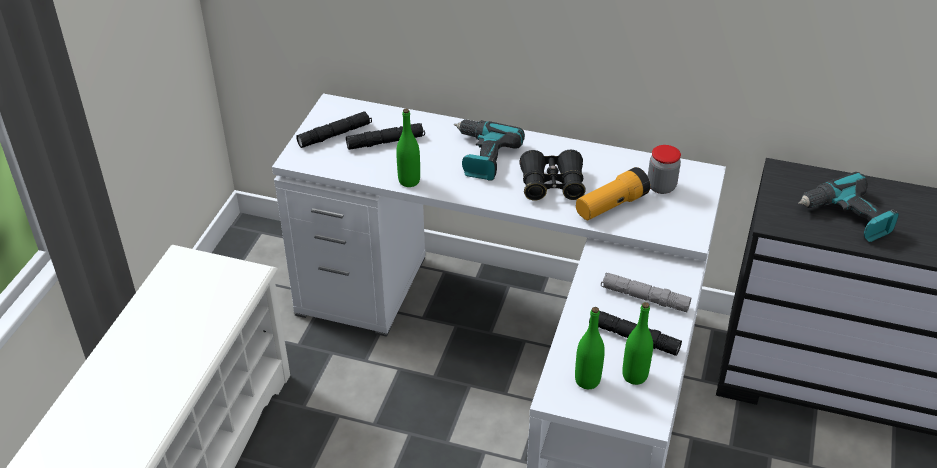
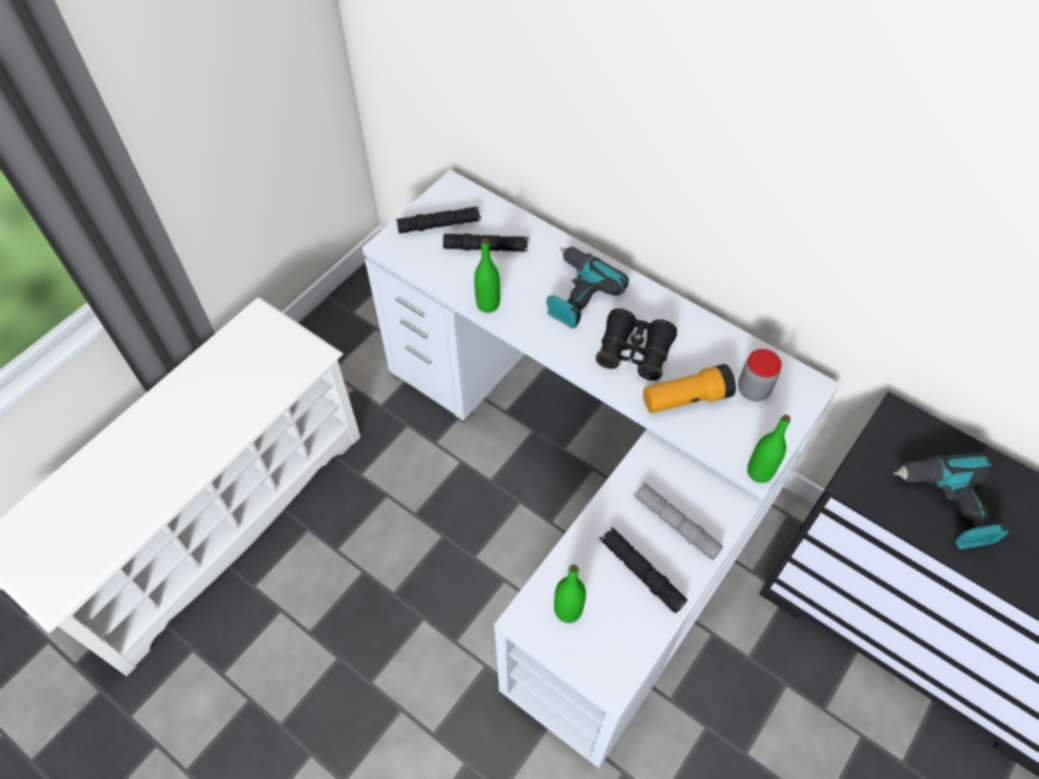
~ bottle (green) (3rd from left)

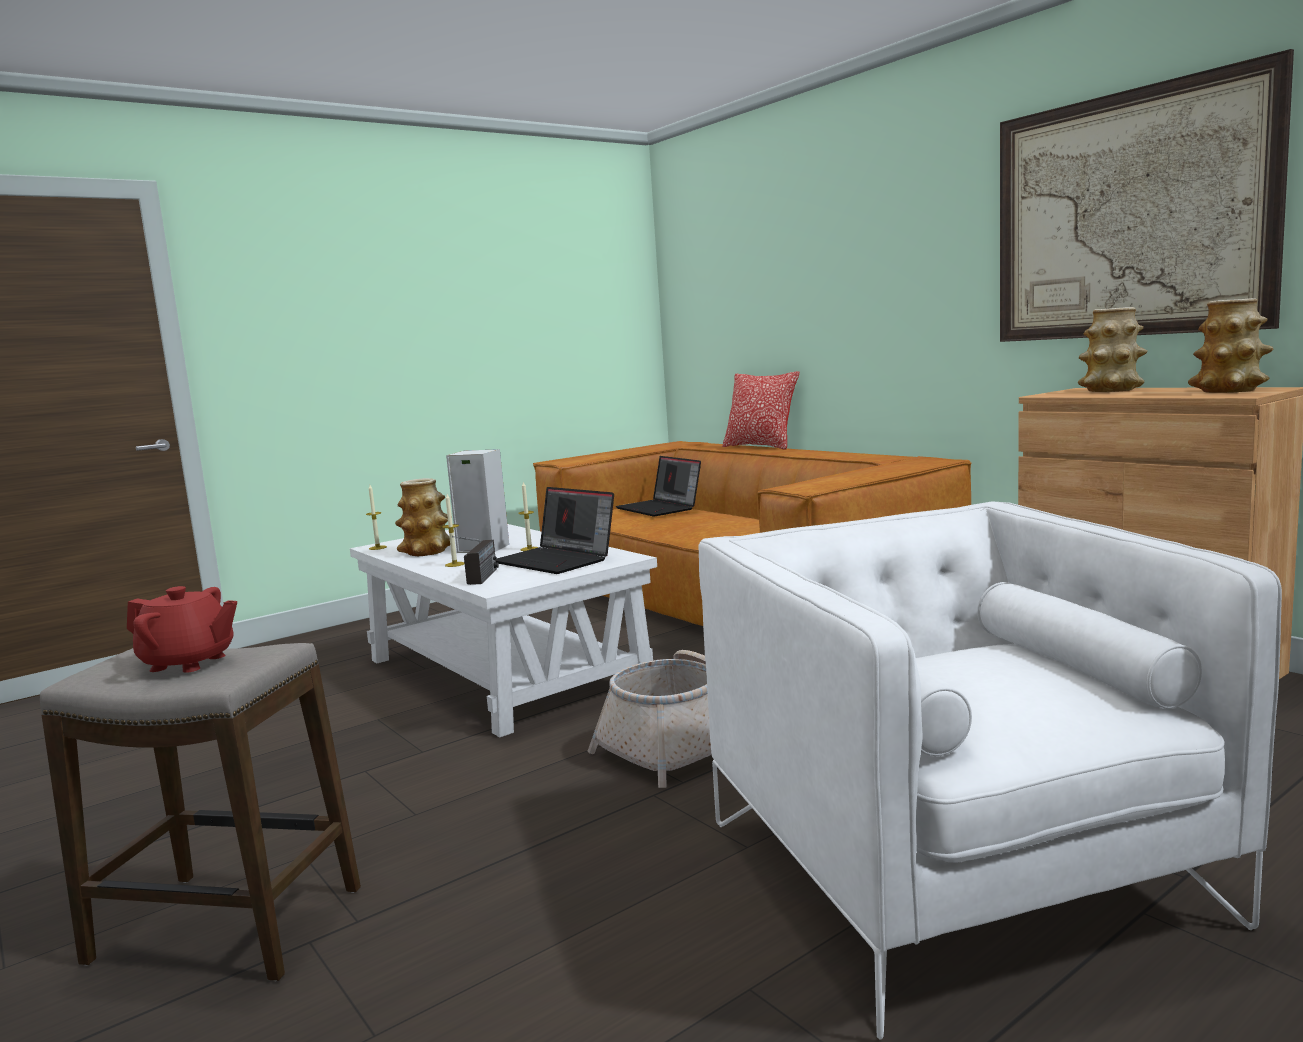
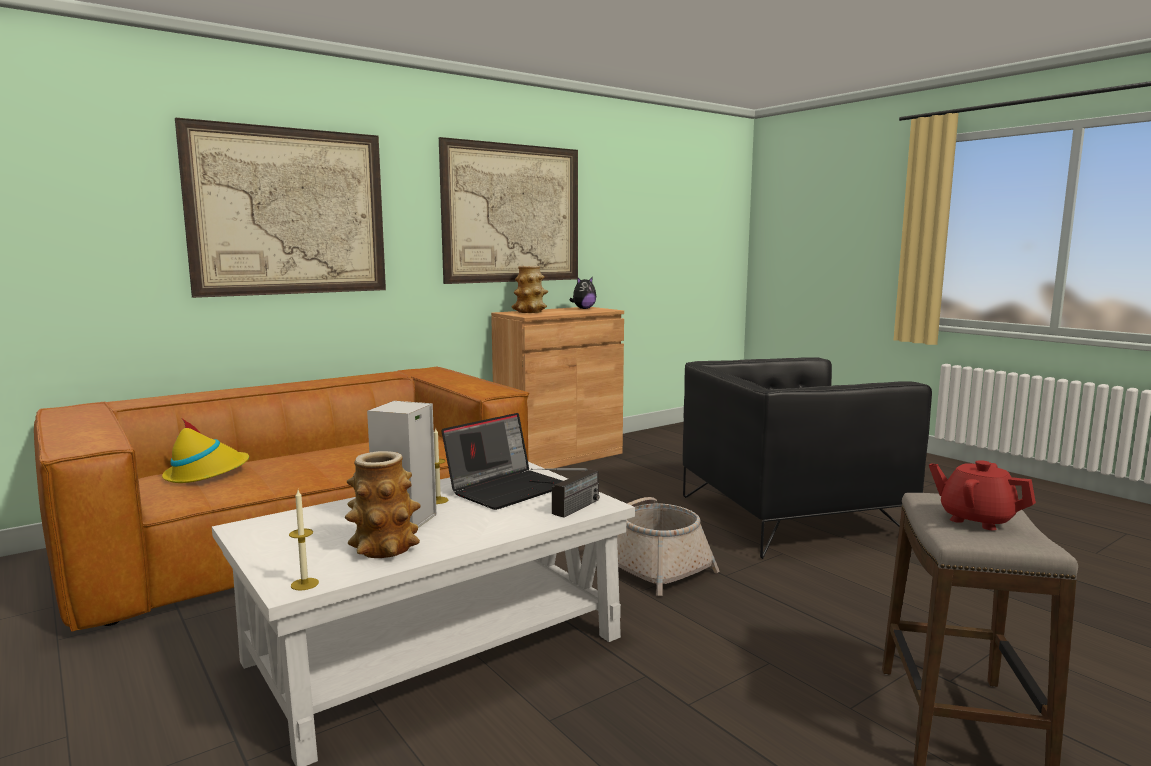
~ teapot (red) 60 degrees counterclockwise
- candle (2nd from left)
~ radio 120 degrees clockwise
~ laptop (2nd from left) to hat (yellow)
~ armchair (white) to armchair (black)
- pillow
~ vase (3rd from left) to plush toy
+ picture (1st from left)

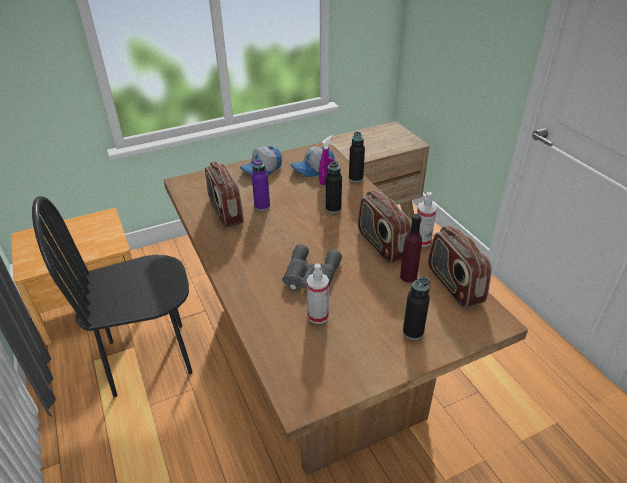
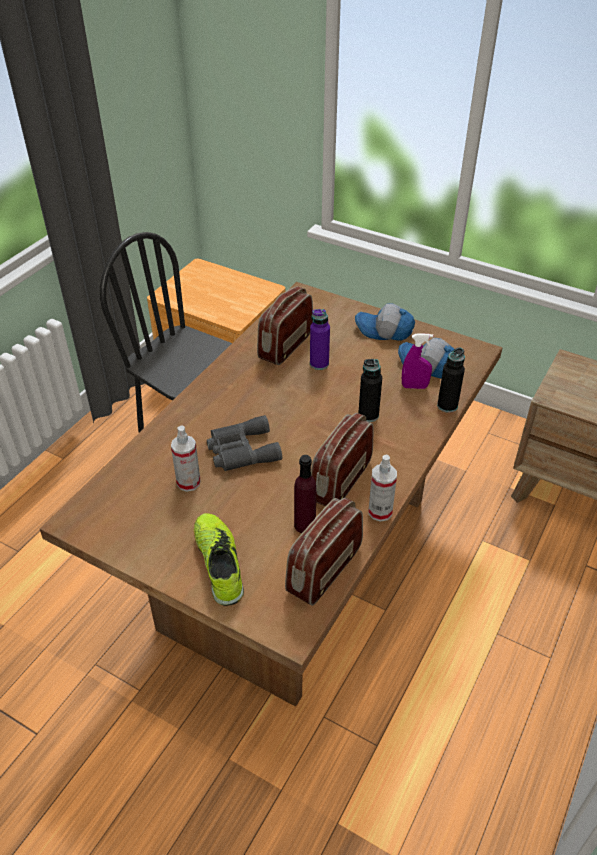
~ bottle (black) (3rd from left) to shoe

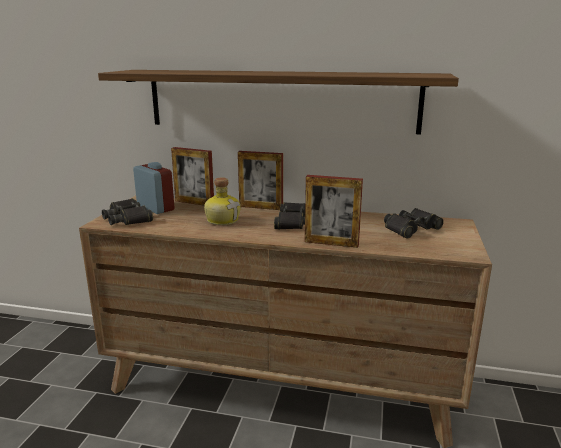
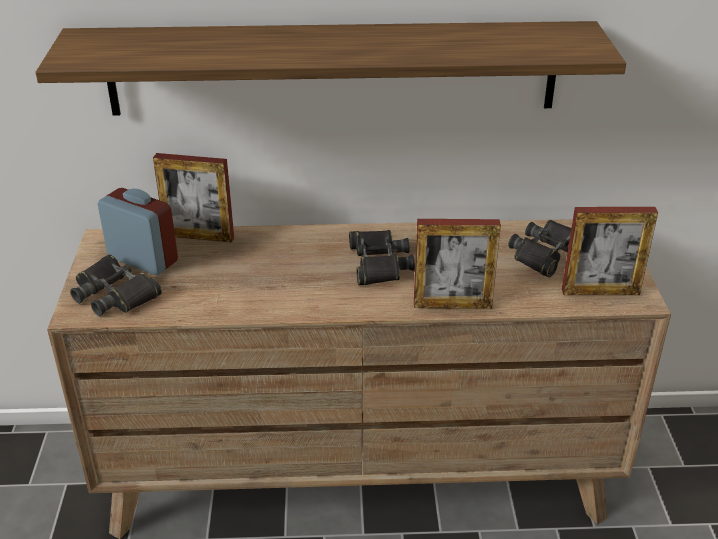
- bottle
~ picture frame (2nd from left in the first image) to picture frame (3rd from left)

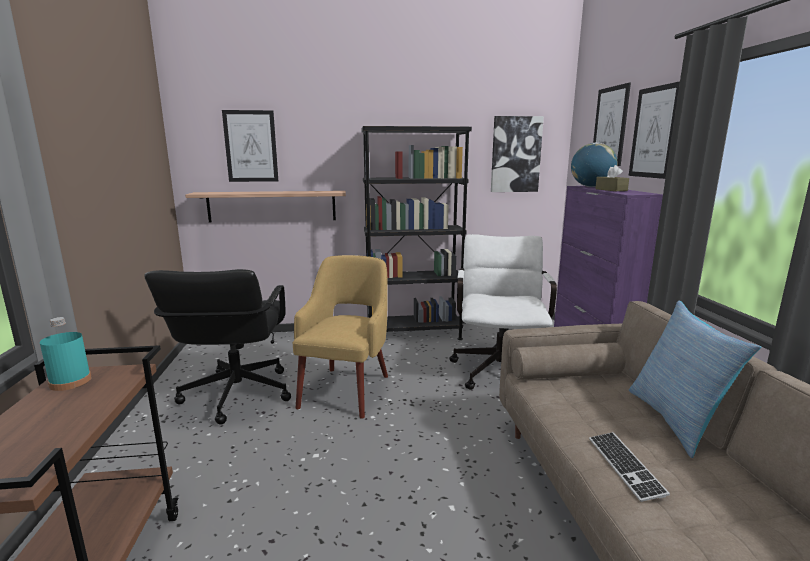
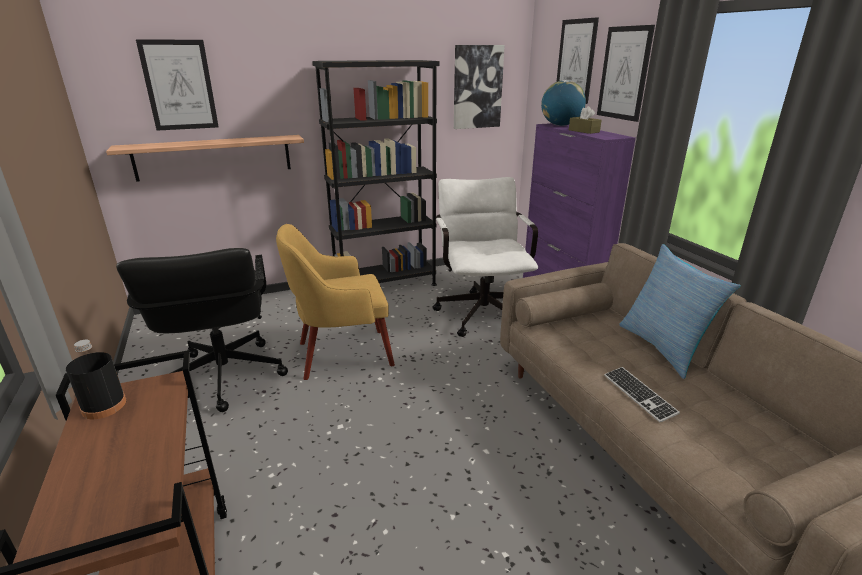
~ bottle (turquoise) to bottle (black)
~ armchair (yellow) 105 degrees counterclockwise

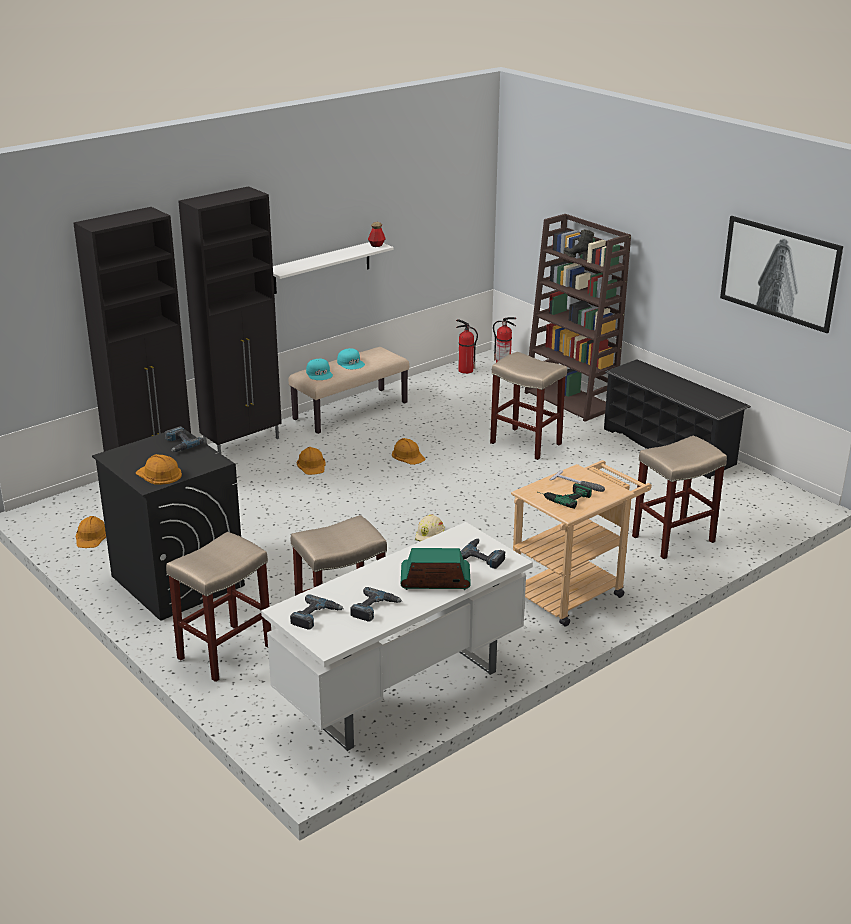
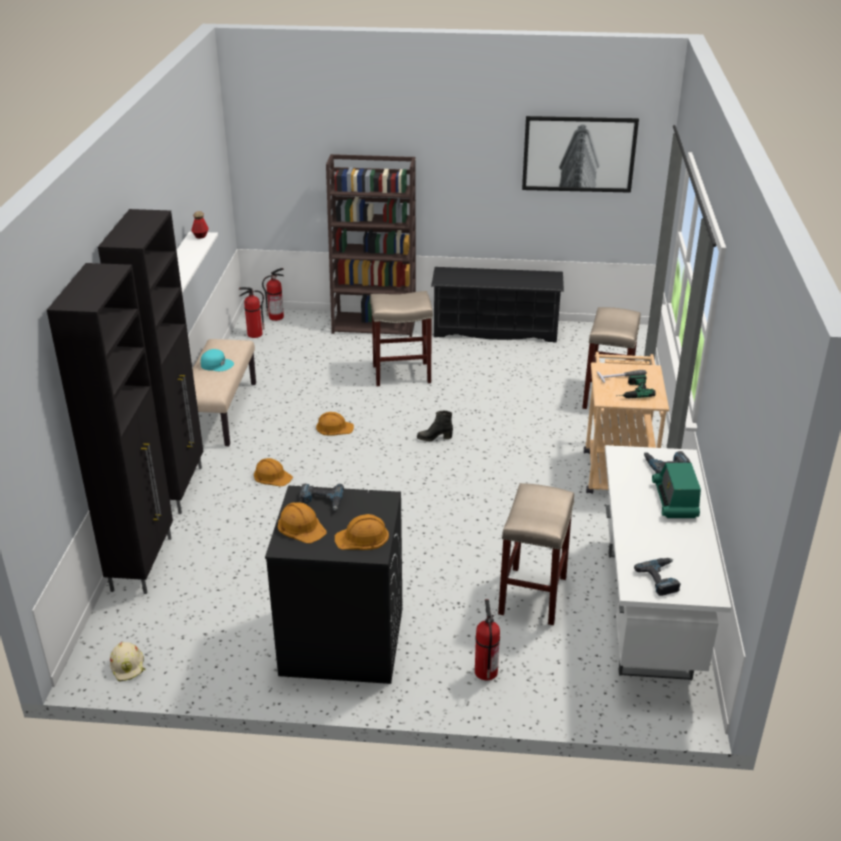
~ hard hat (orange) (1st from left in the first image) to hard hat (orange) (2nd from left)
~ stool (beige) (1st from left) to fire extinguisher (3rd from left)
- cap (turquoise) (1st from left)
- power drill (3rd from left)
~ radio 45 degrees counterclockwise
~ hard hat (beige)
~ boot (black)

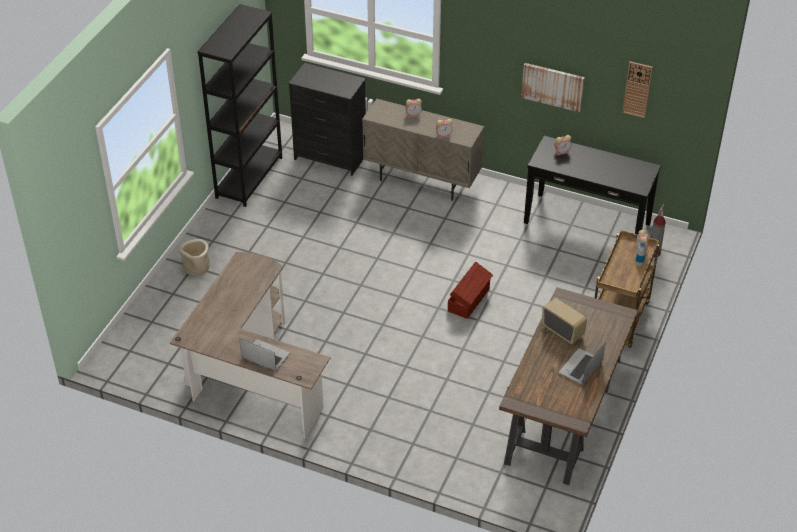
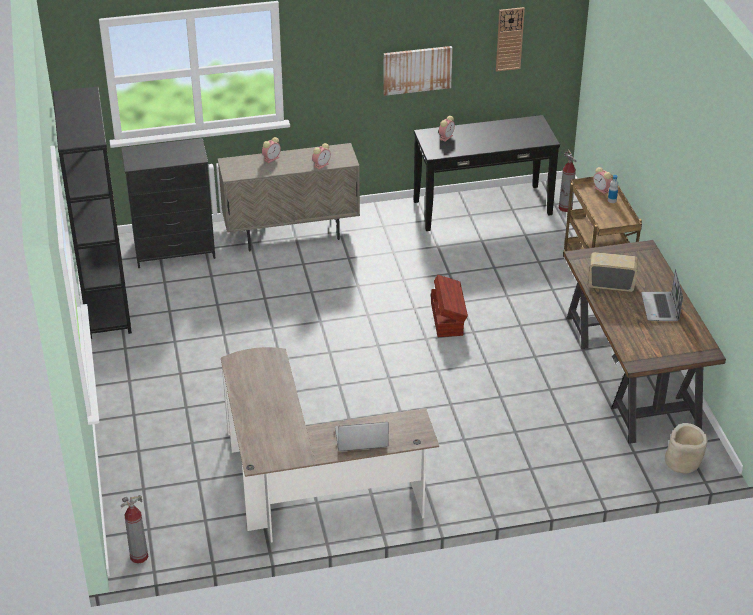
~ planter (beige)
+ fire extinguisher (1st from left)

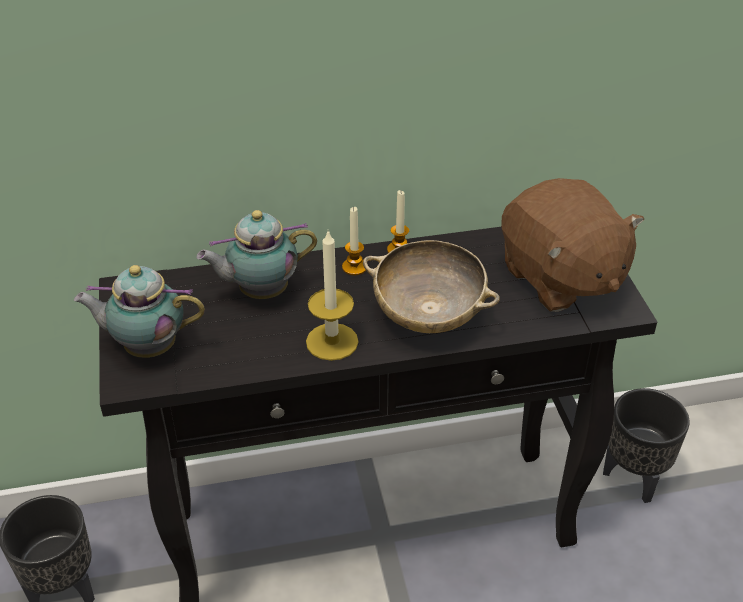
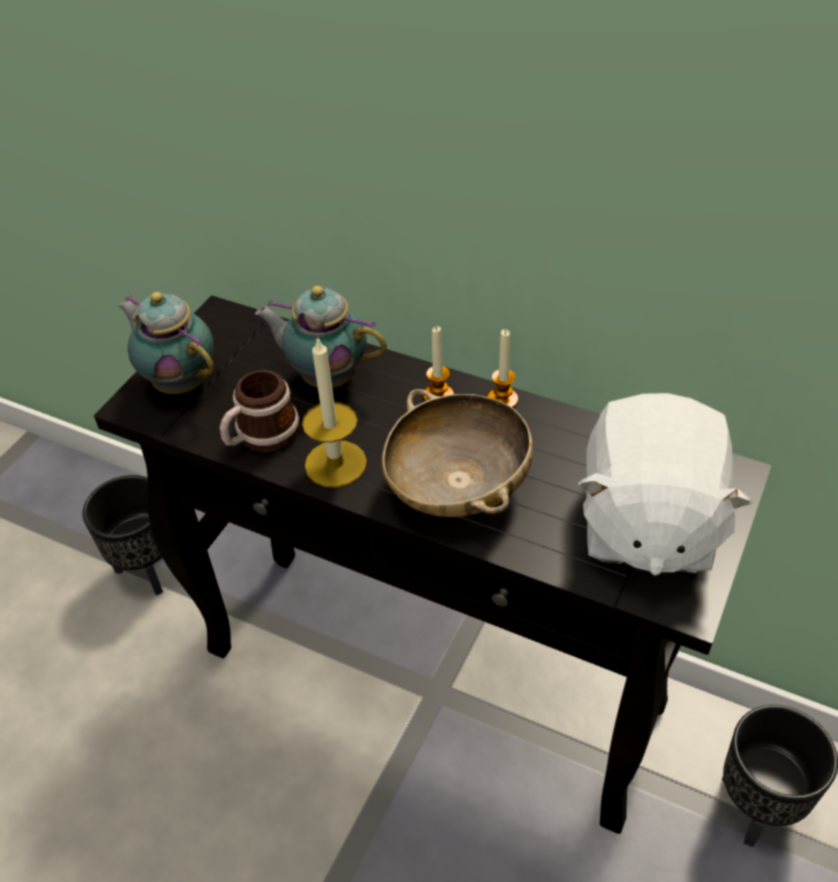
~ plush toy (brown) to plush toy (white)
+ mug

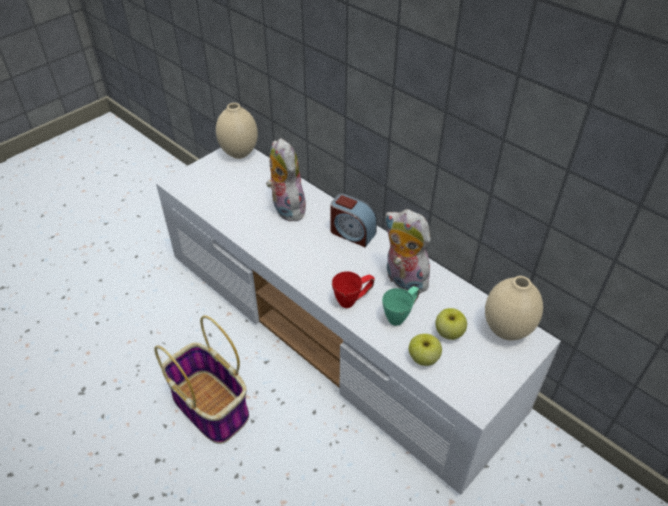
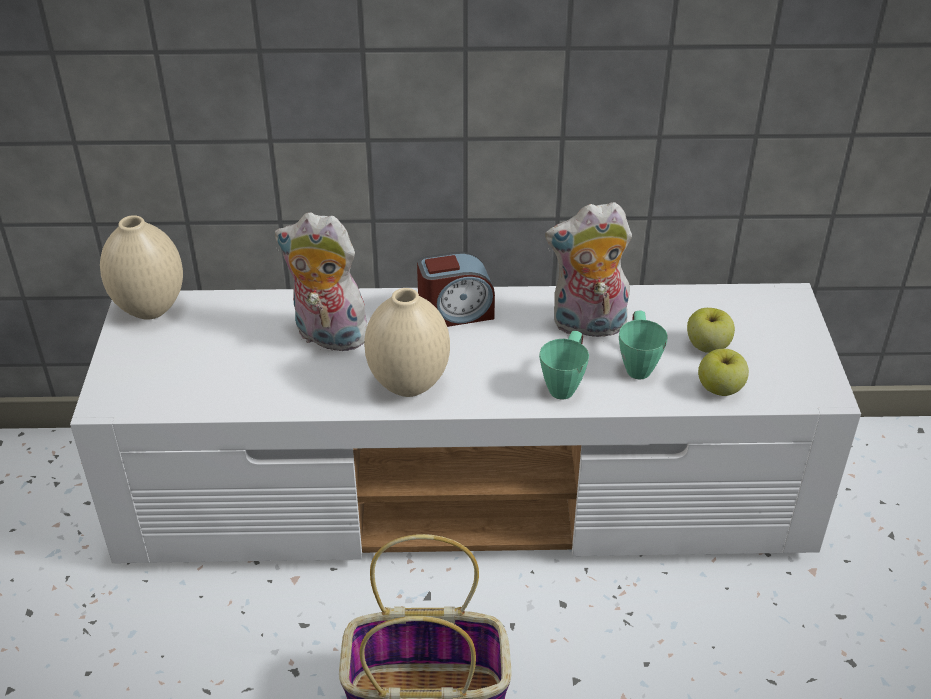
~ mug (red) to mug (green) (1st from left)
~ vase (beige) (2nd from left)

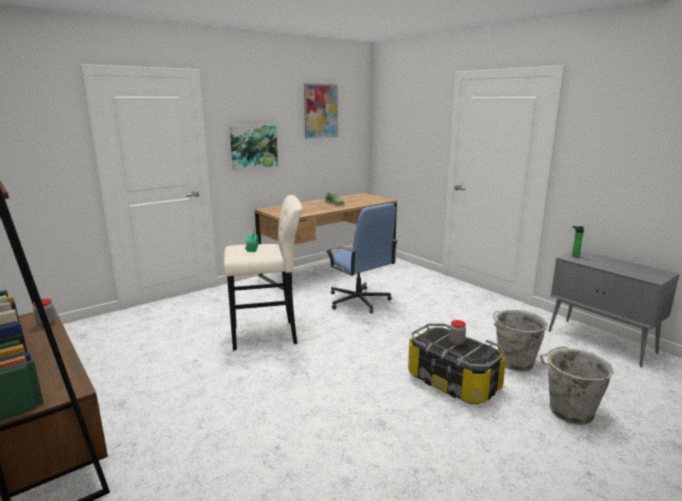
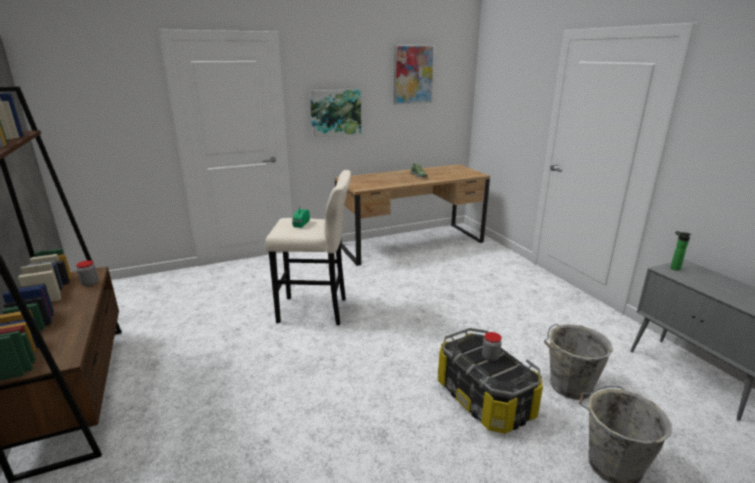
- office chair (blue)

